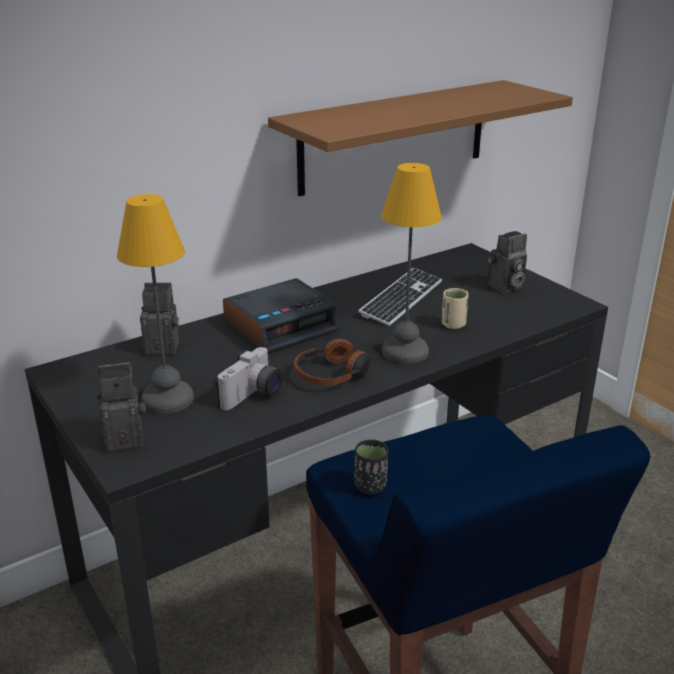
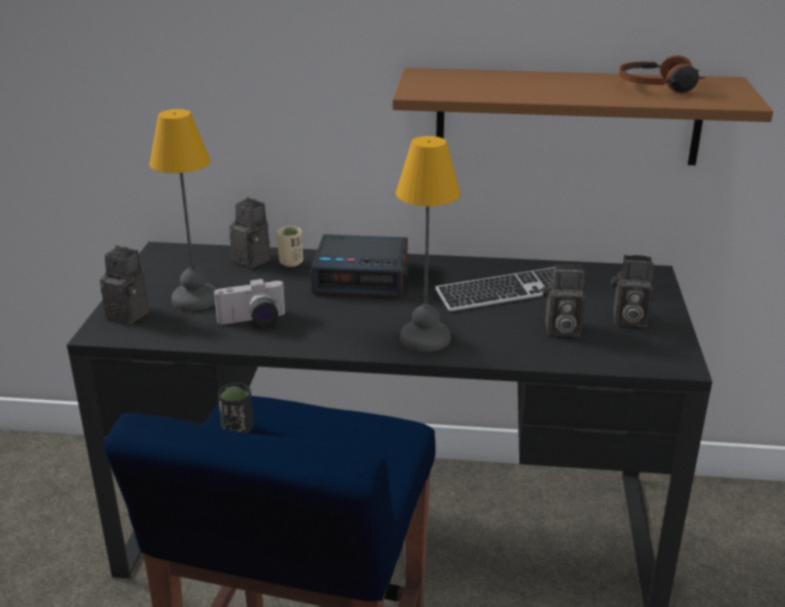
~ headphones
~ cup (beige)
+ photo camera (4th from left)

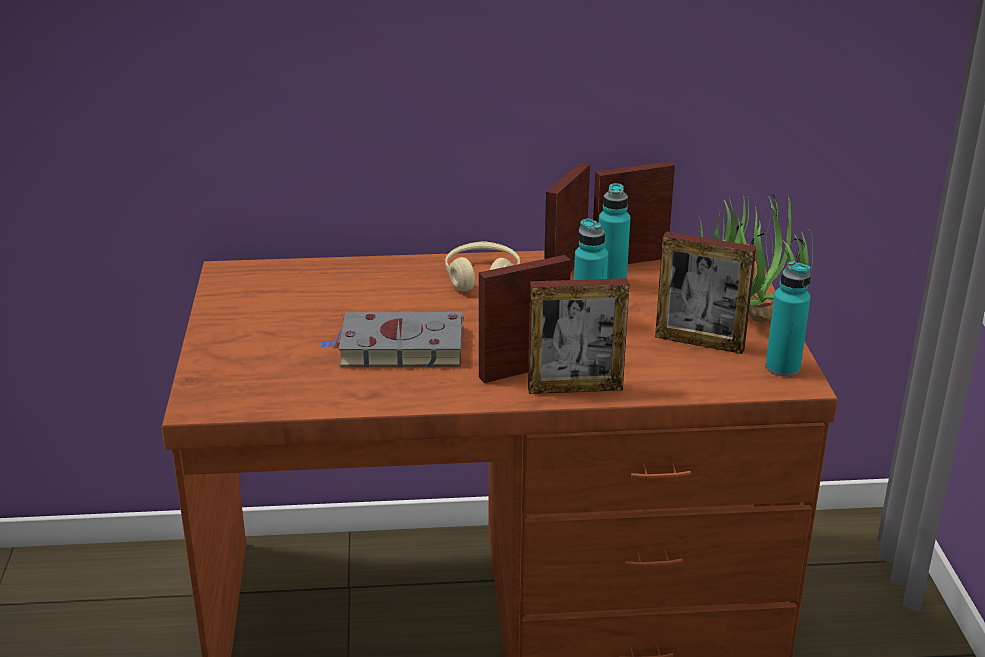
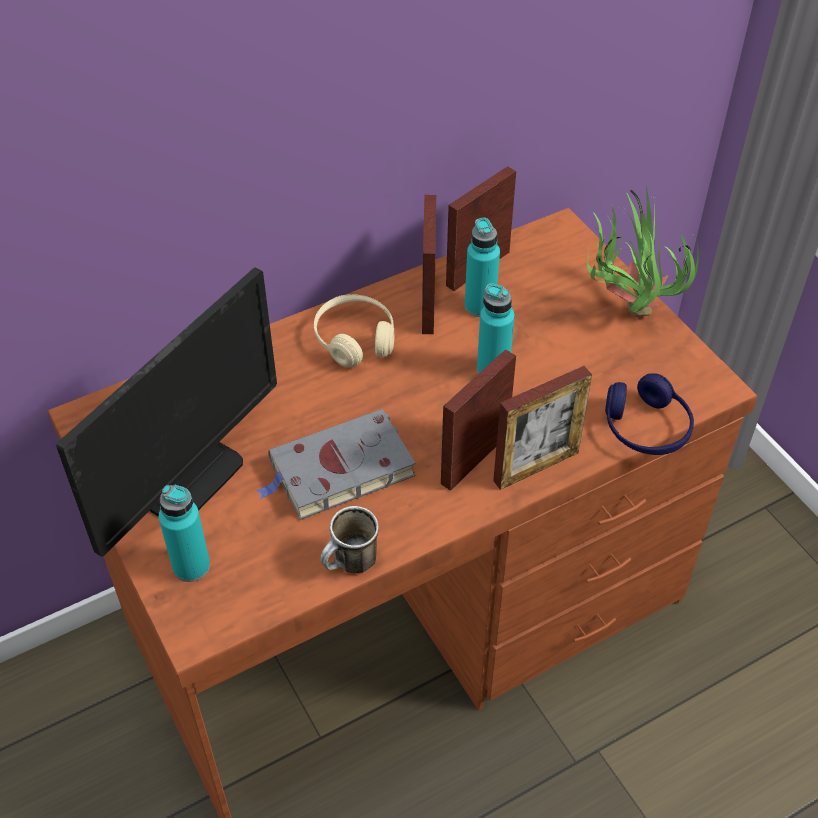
- picture frame (5th from left)
~ bottle (turquoise) (3rd from left in the first image) to bottle (turquoise) (1st from left)
+ monitor
+ mug
+ headphones (blue)

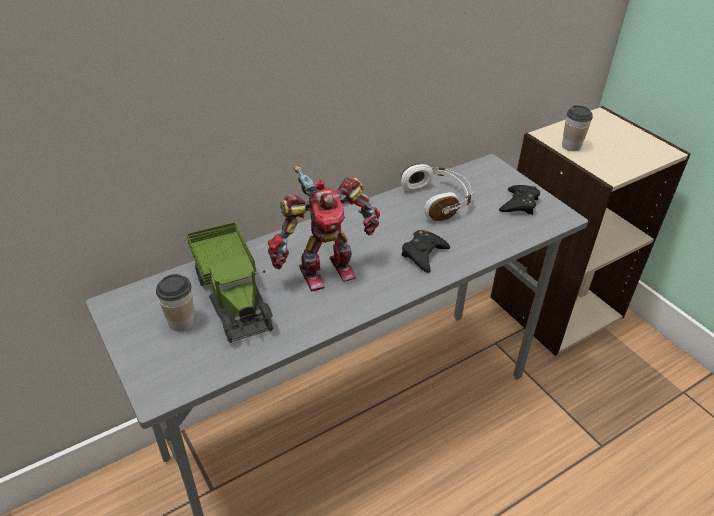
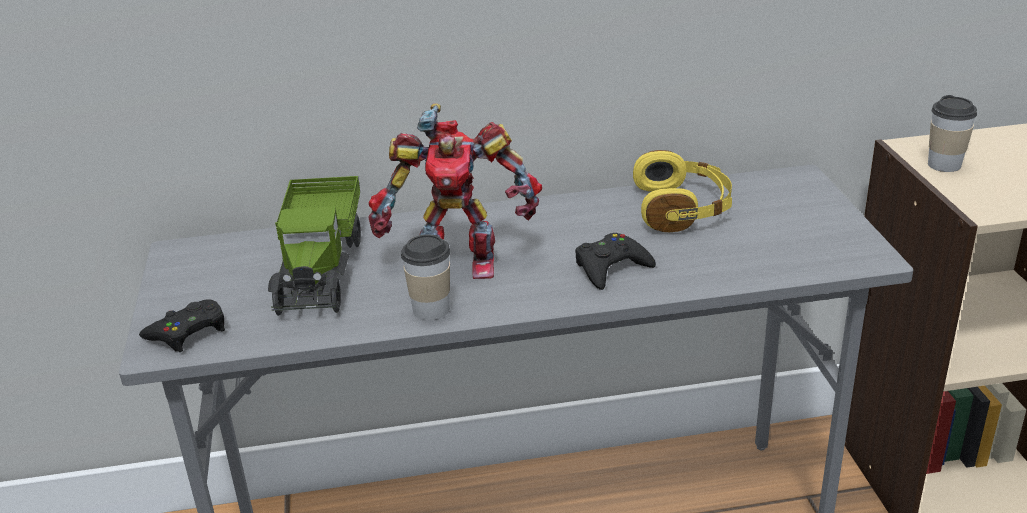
~ cup (1st from left)
~ headphones (white) to headphones (yellow)
~ game controller (black) (2nd from left in the first image) to game controller (black) (1st from left)

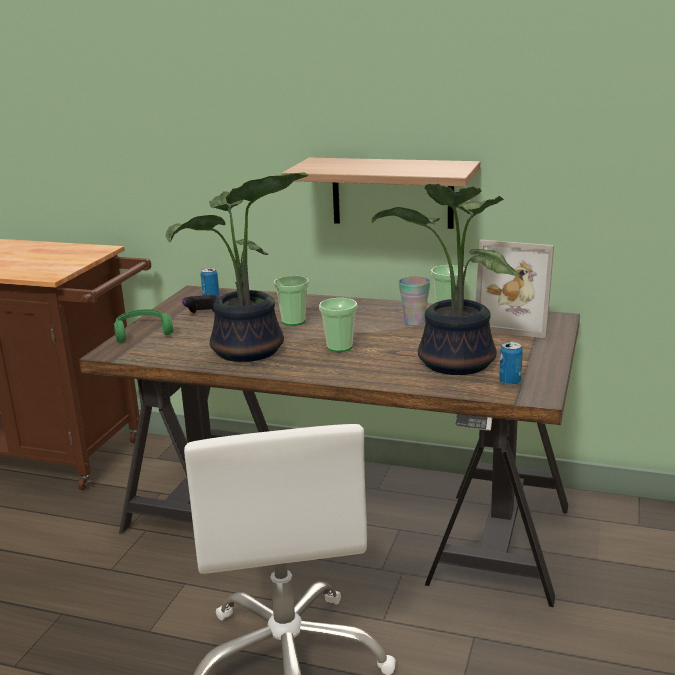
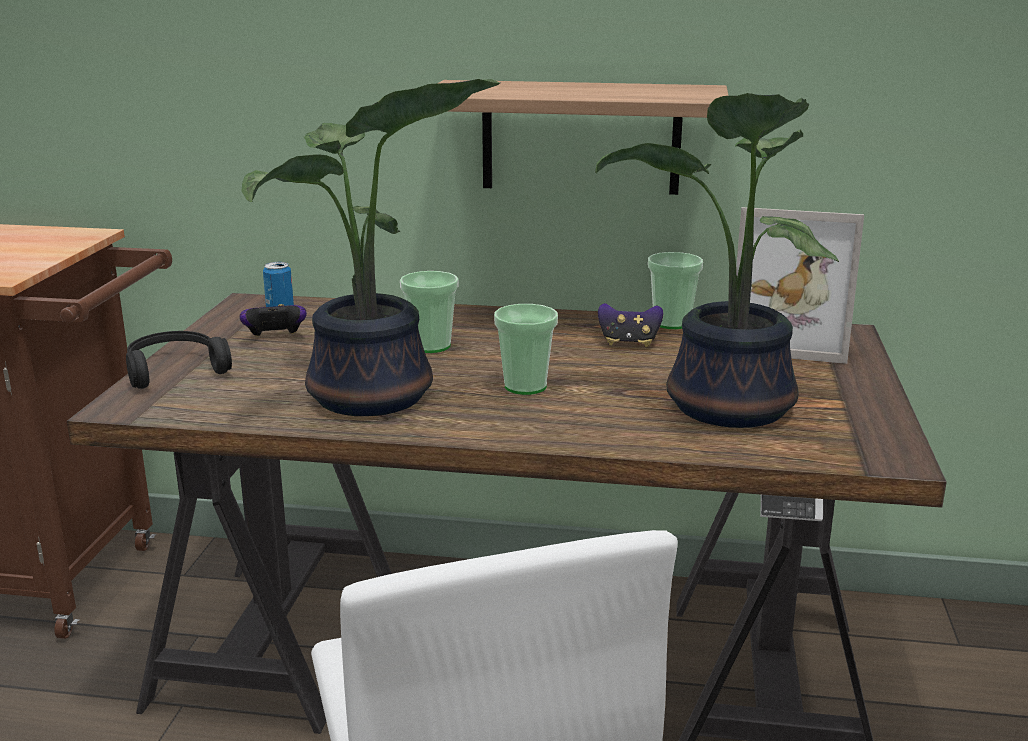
~ headphones (green) to headphones (black)
~ cup (3rd from left) to game controller (2nd from left)
- can (2nd from left)

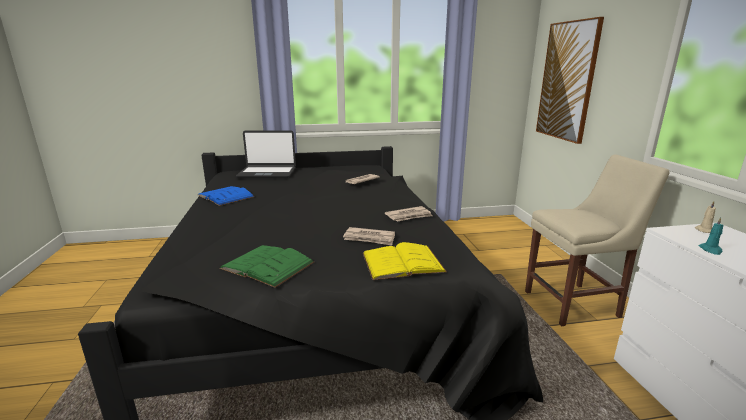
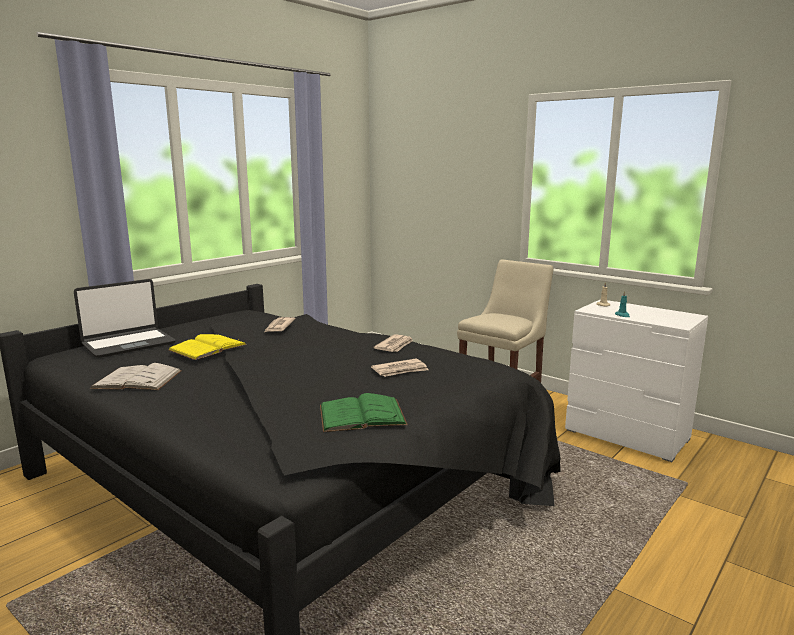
~ book (blue) to book (white)
~ book (yellow)
- picture

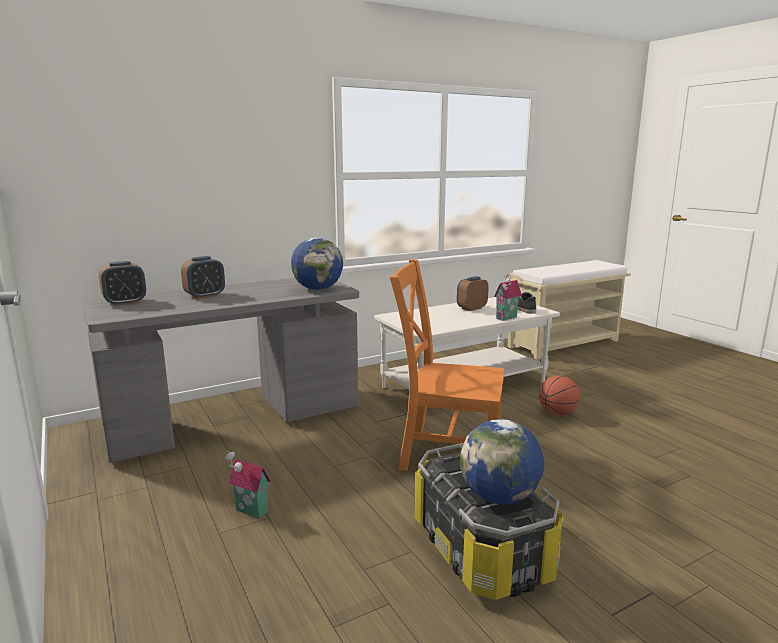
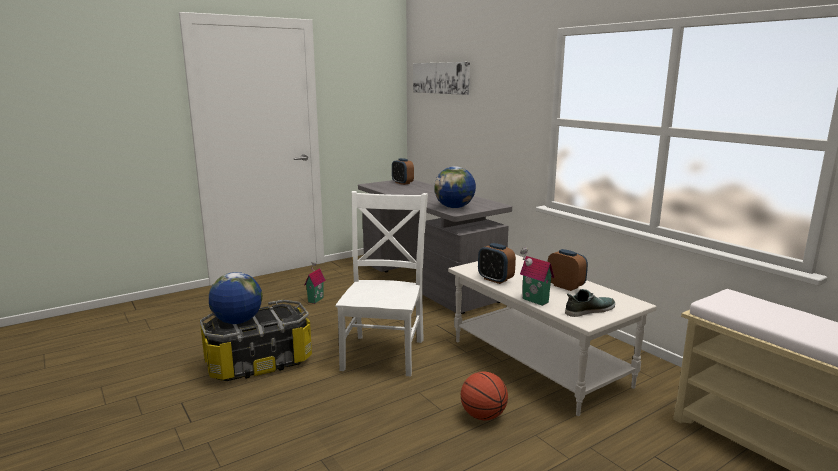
~ alarm clock (2nd from left)
~ chair (orange) to chair (white)
+ picture

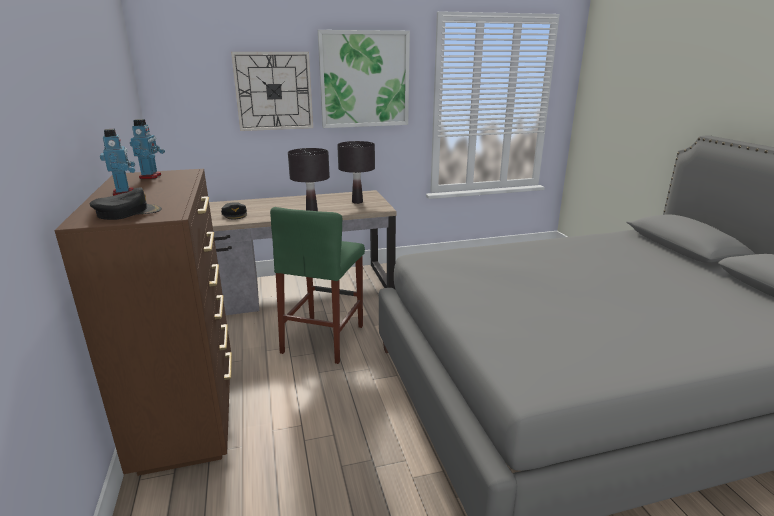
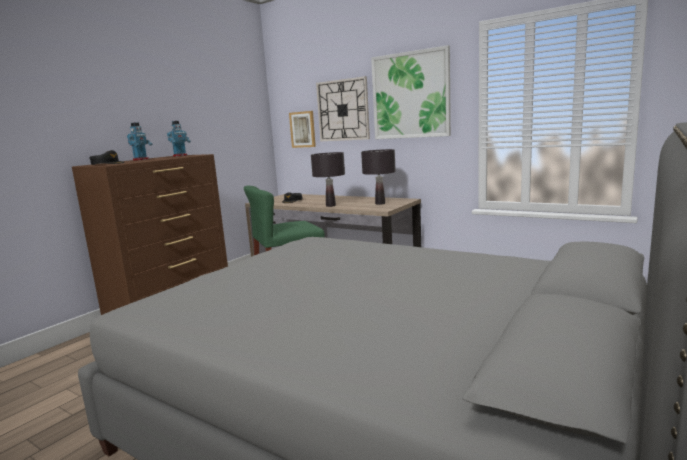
+ picture (1st from left)

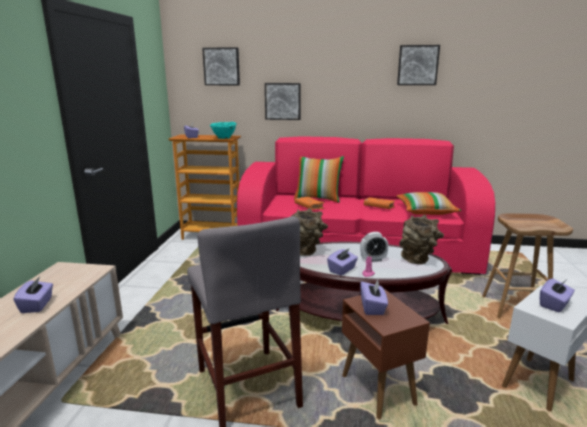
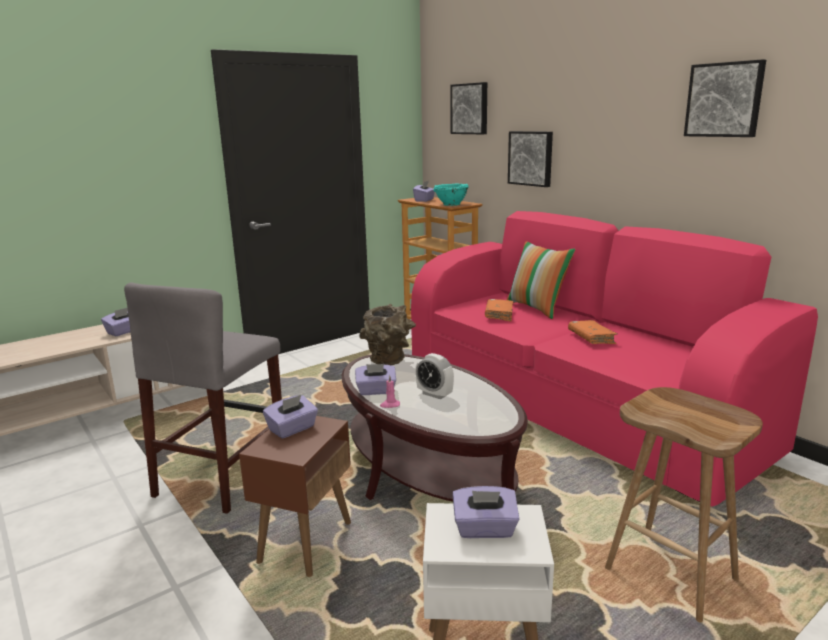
- pillow (2nd from left)
- vase (brown) (2nd from left)

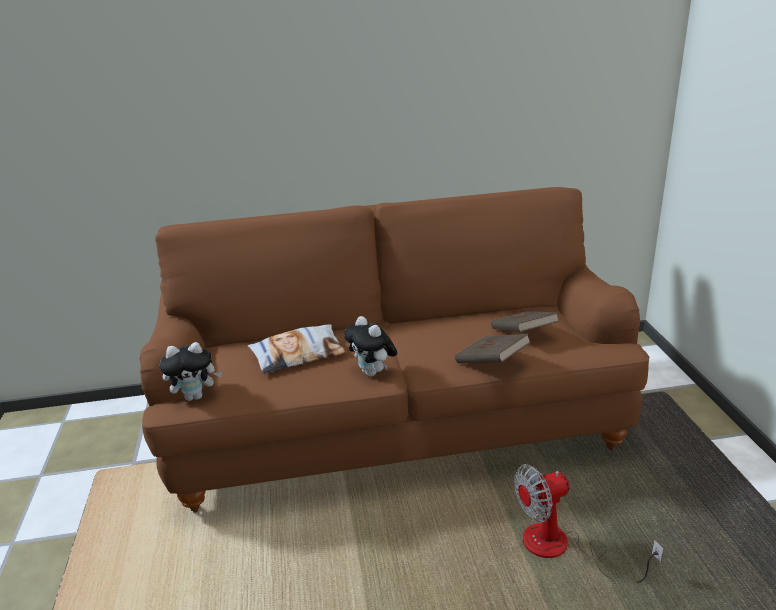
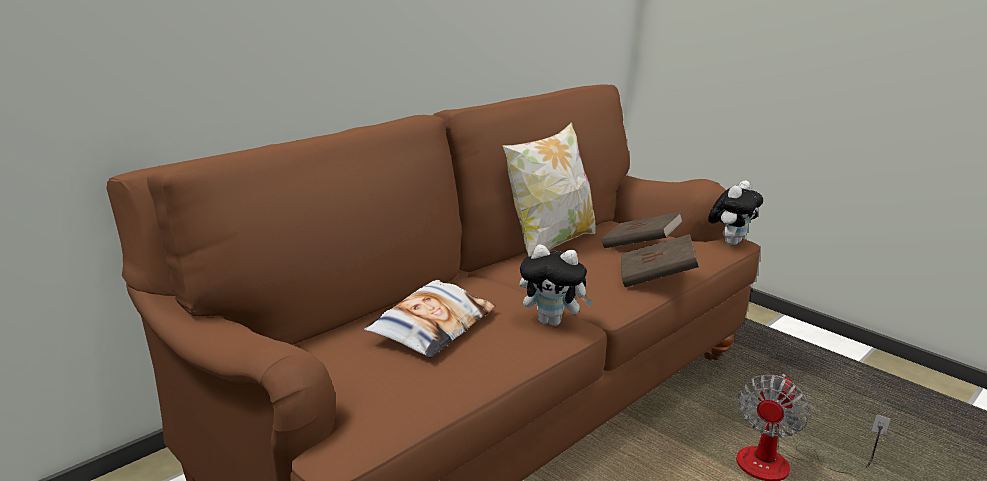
~ plush toy (1st from left in the first image) to plush toy (2nd from left)
+ pillow (2nd from left)

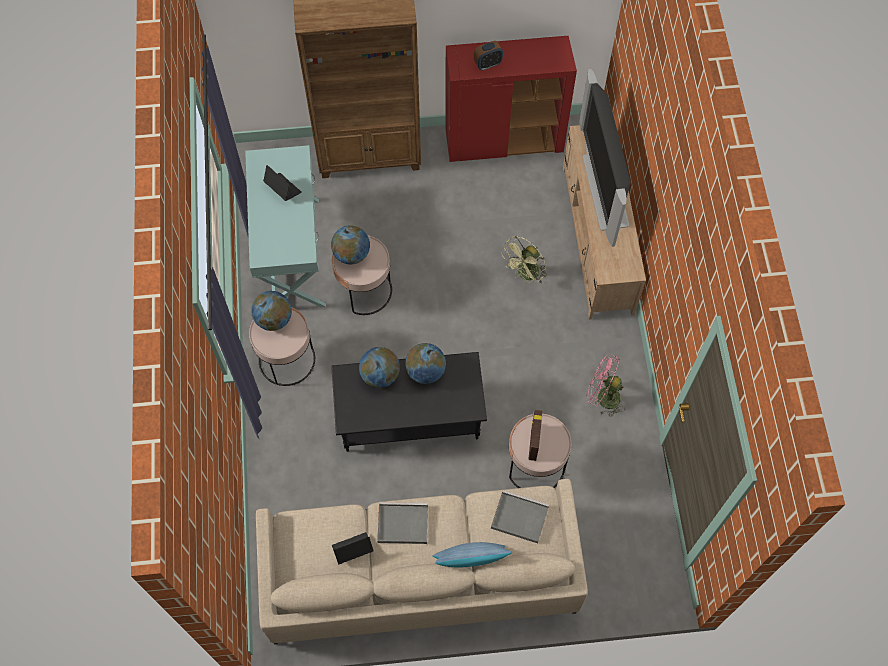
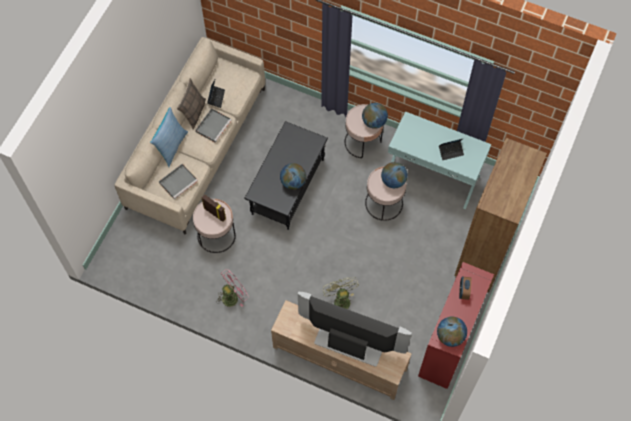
~ globe (3rd from left in the first image) to globe (4th from left)
+ pillow (2nd from left)

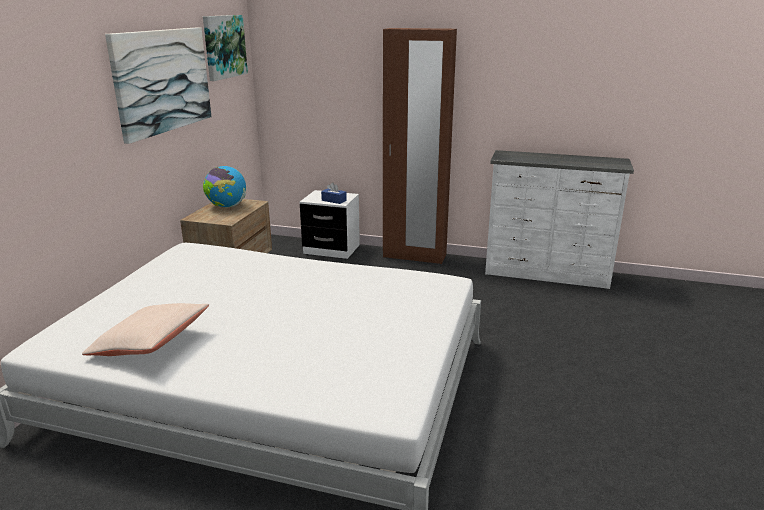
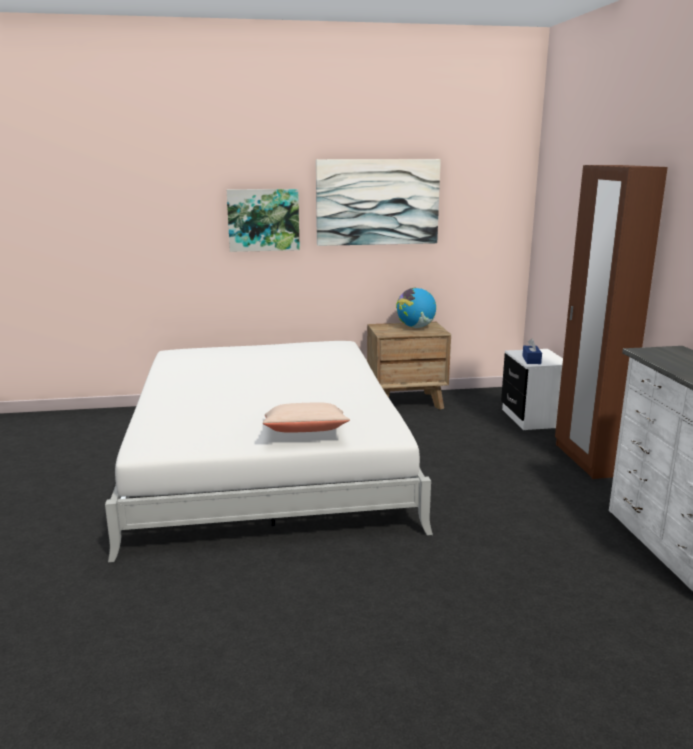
~ pillow (beige)
~ picture (2nd from left in the first image) to picture (1st from left)

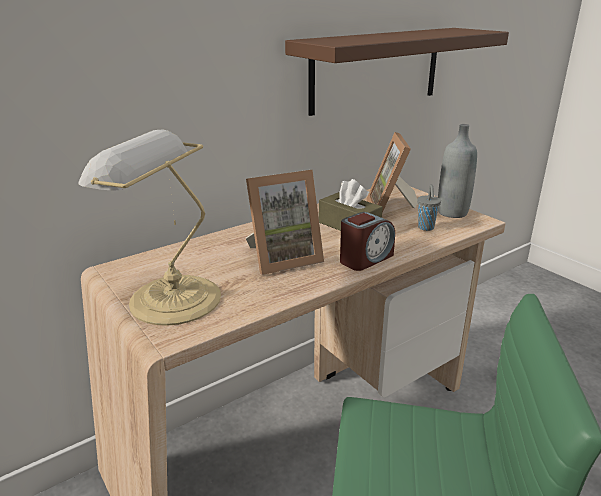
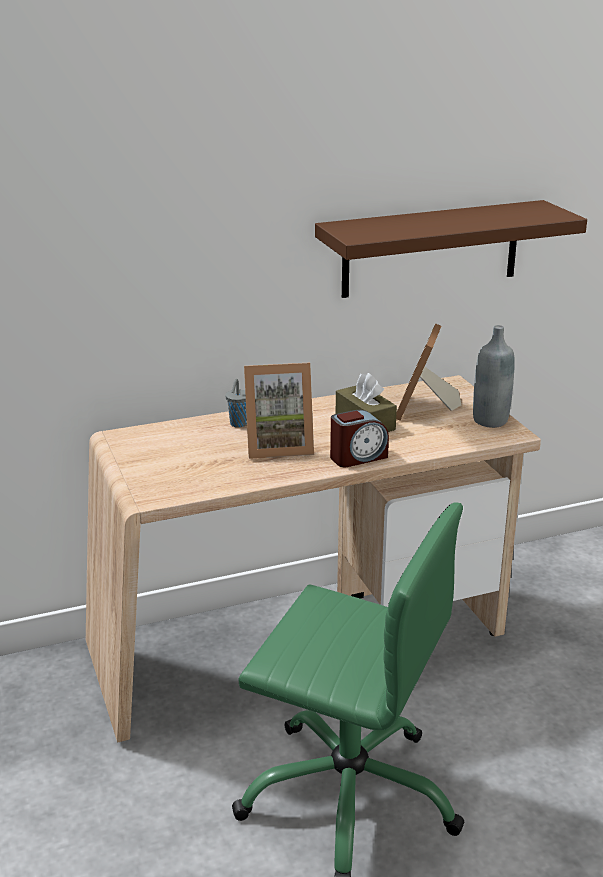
- table lamp
~ cup (grey)

